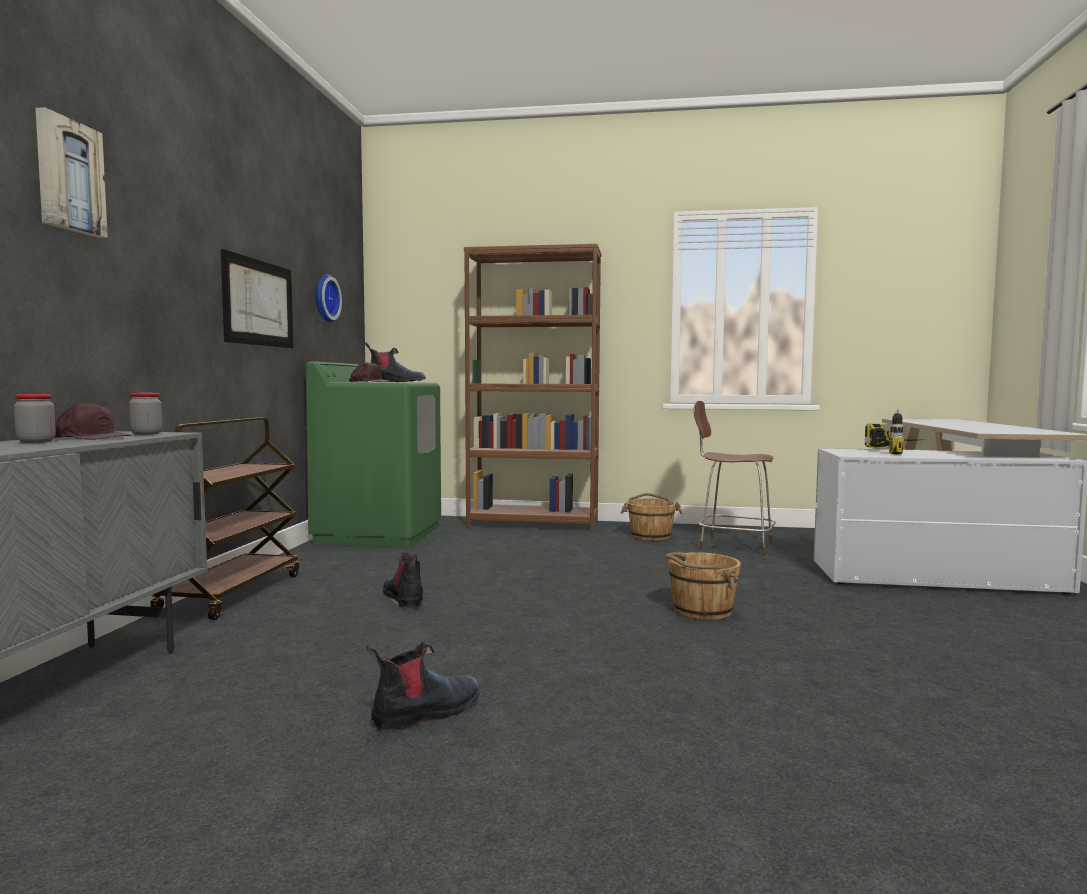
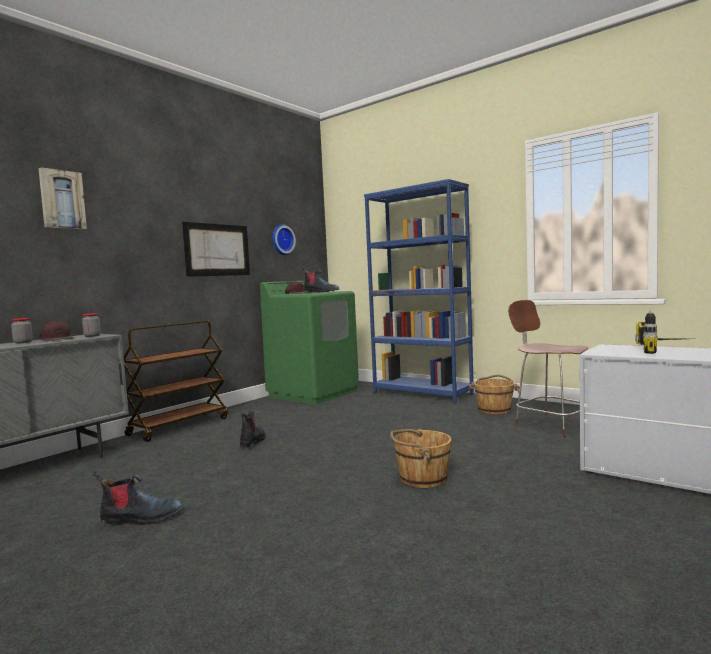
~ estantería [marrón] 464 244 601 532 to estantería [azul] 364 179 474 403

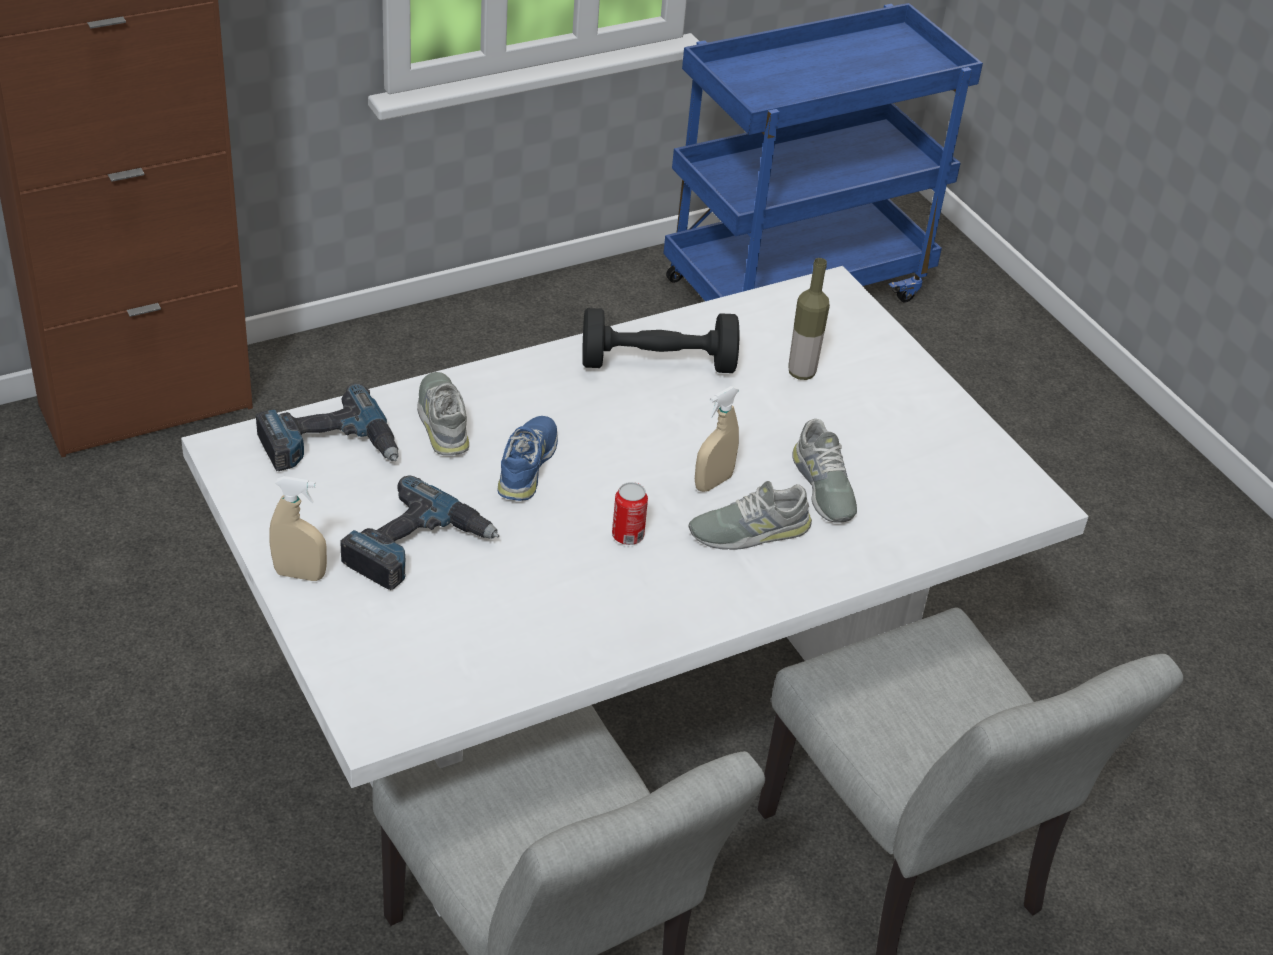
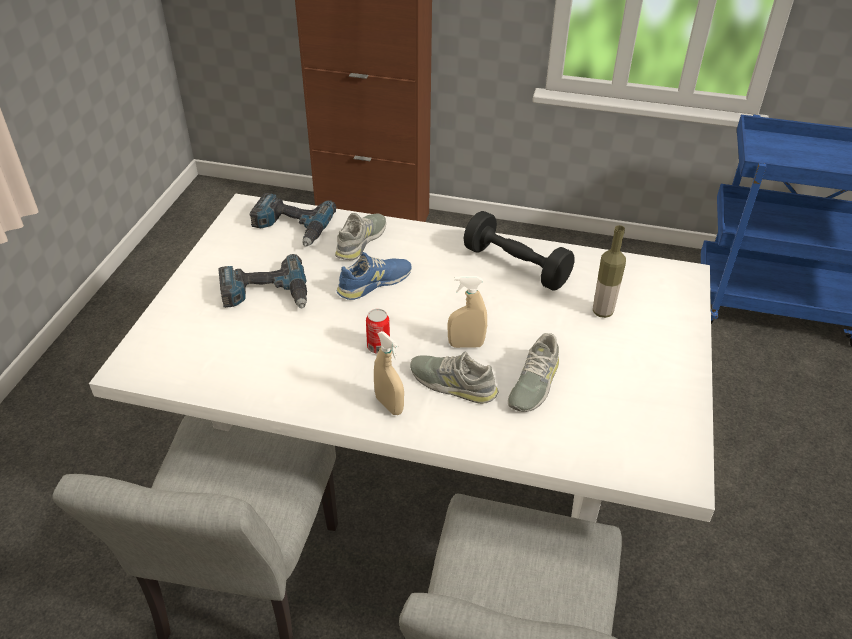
~ pulverizador [beis] 269 476 327 581 to 374 331 404 415

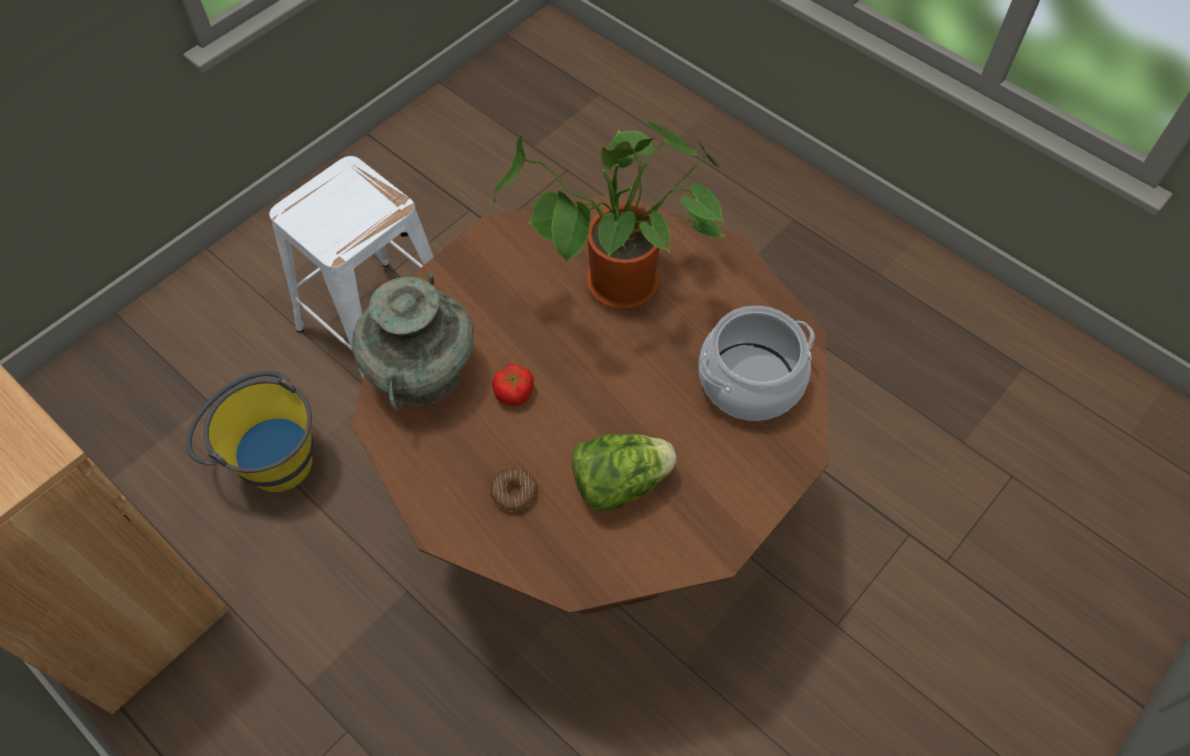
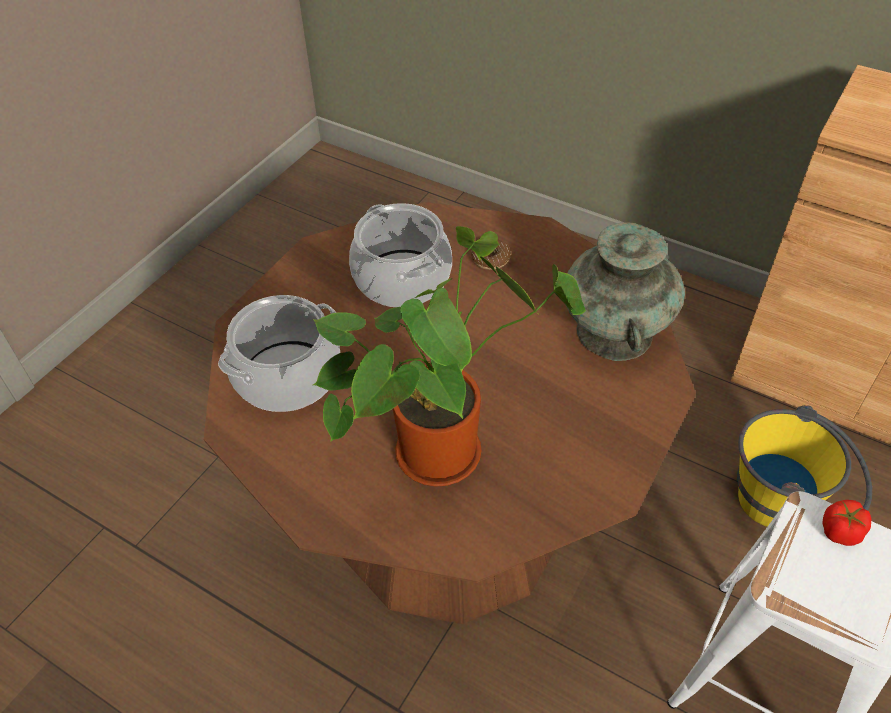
~ tomate 492 364 534 406 to 823 500 872 546
~ lechuga 572 434 677 511 to olla 349 203 452 307

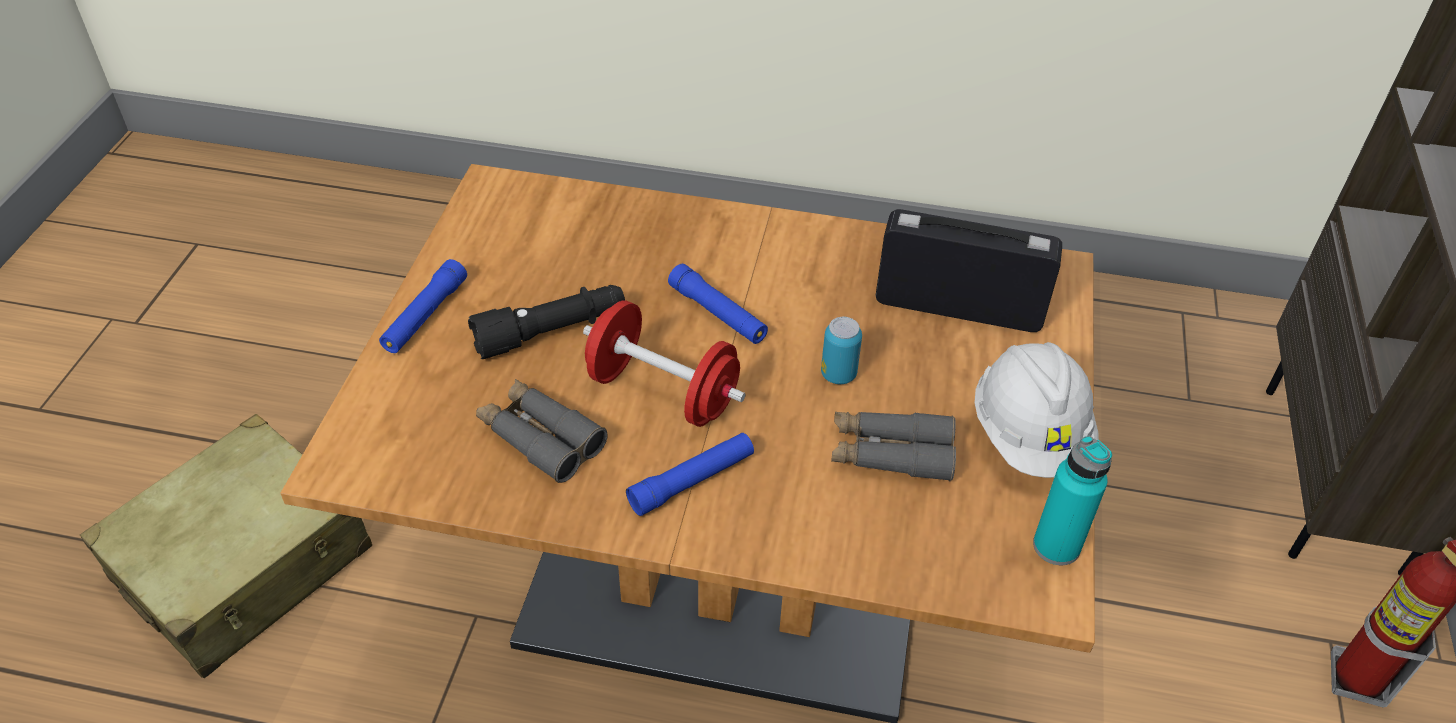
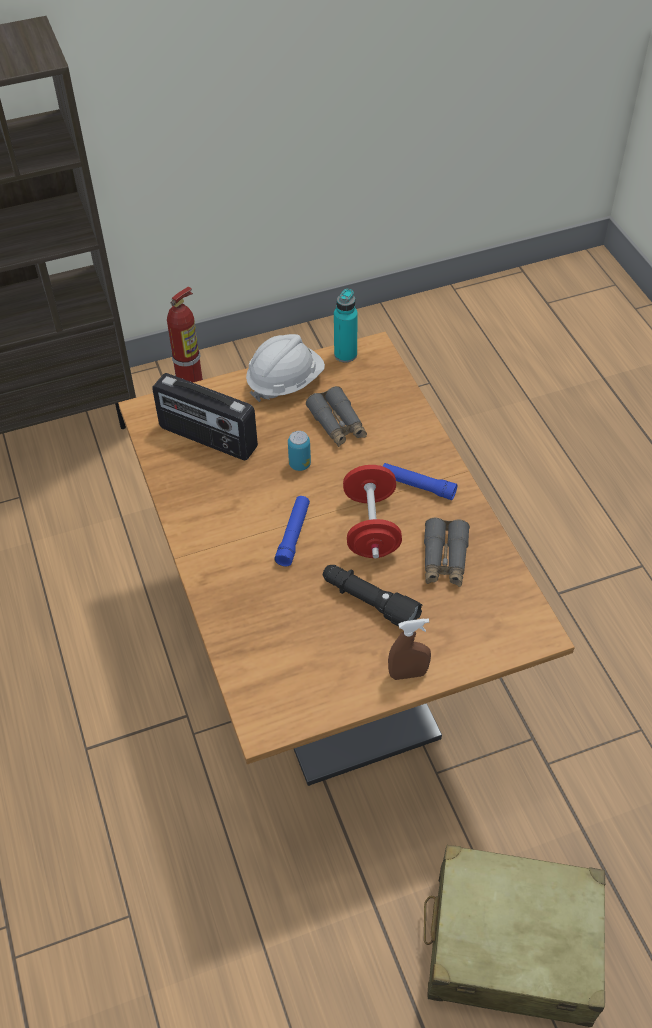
~ radio 876 209 1062 332 = 152 373 258 460 45 degrees counterclockwise
~ linterna [azul] 379 259 467 353 to pulverizador [marrón] 388 618 431 680

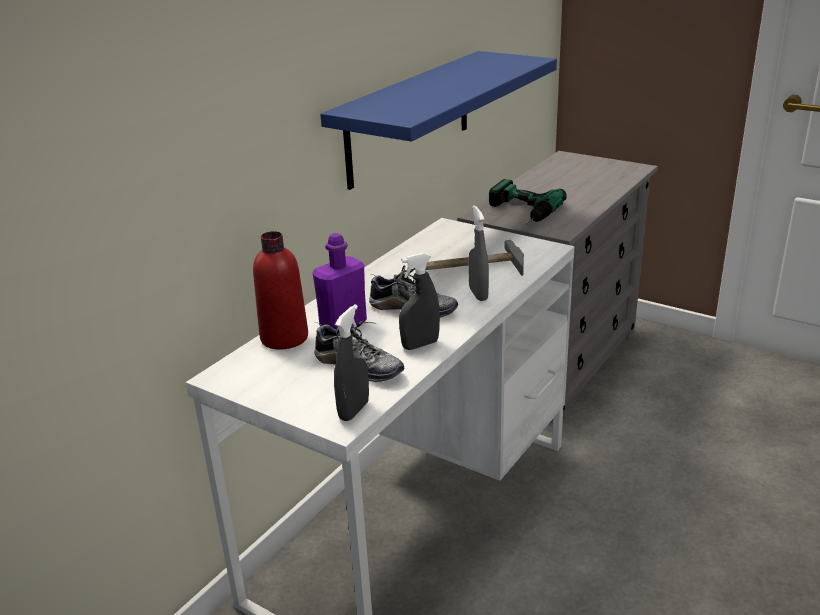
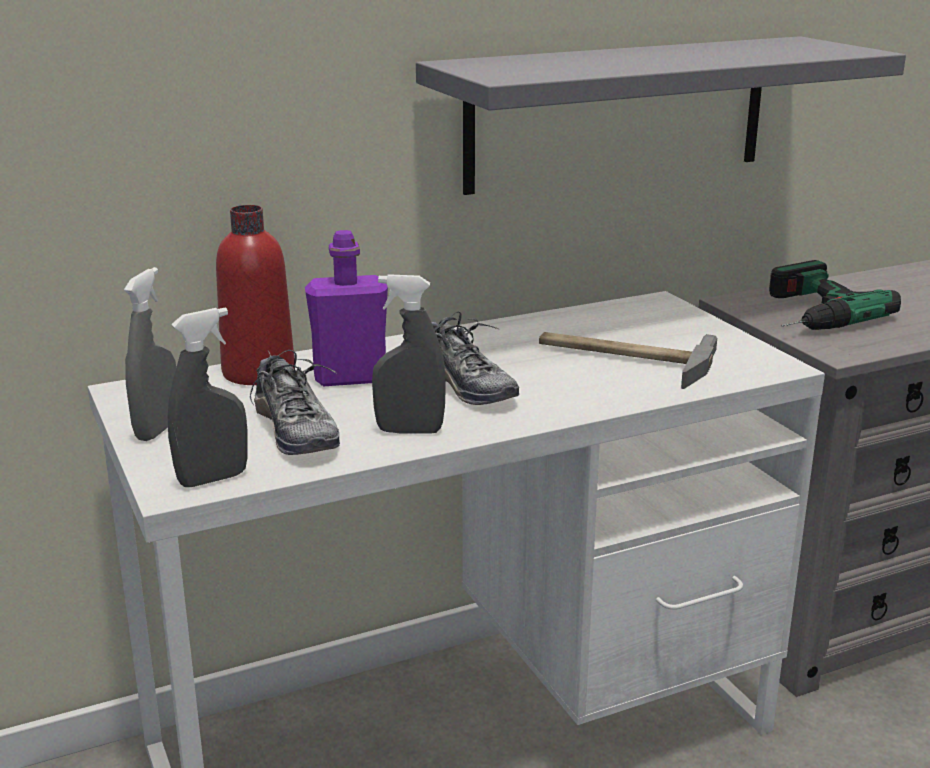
~ estante [azul] 320 51 557 190 to estante [gris] 416 36 906 195
~ pulverizador [gris] 468 205 489 301 to 124 267 176 441

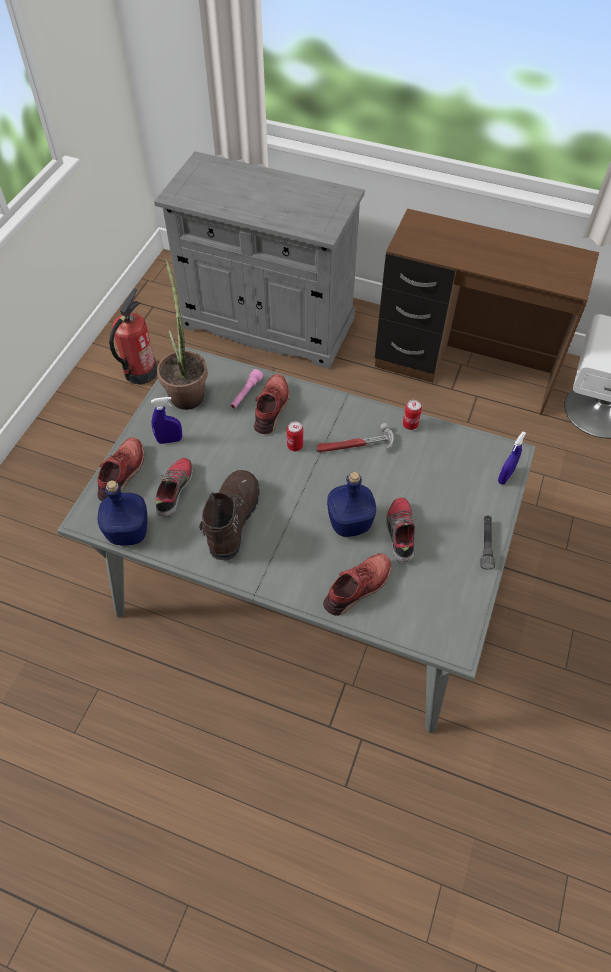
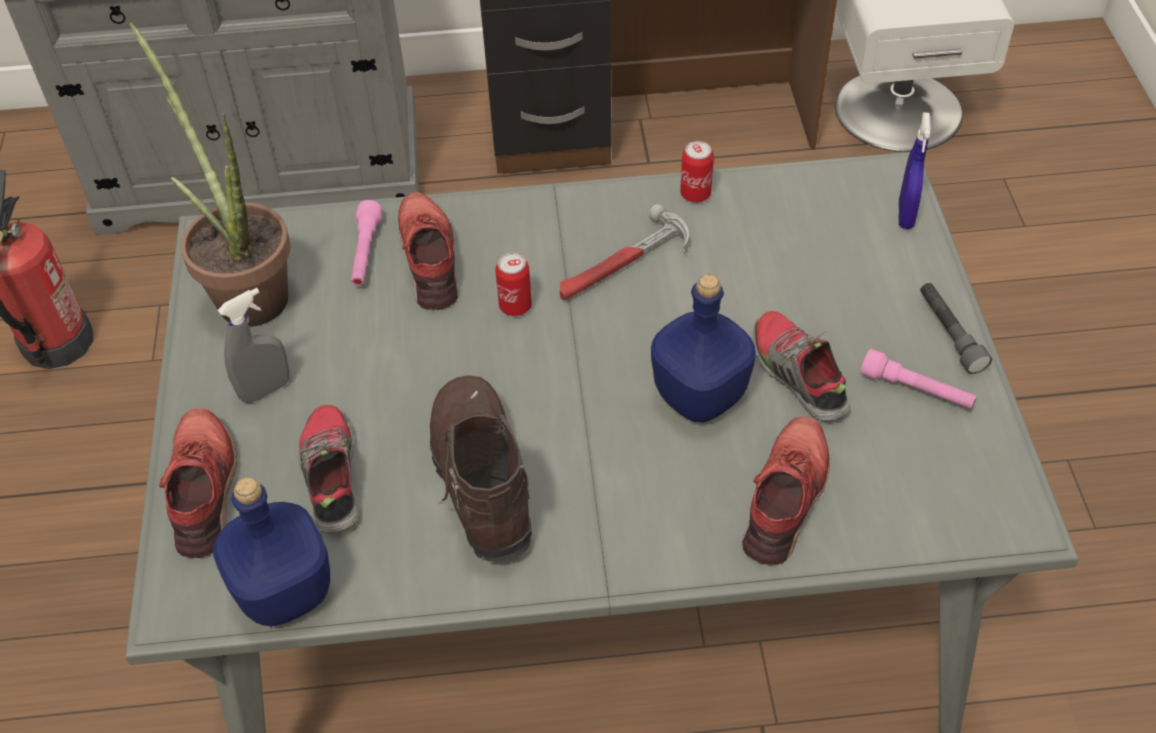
~ pulverizador [azul] 151 397 182 444 to pulverizador [gris] 218 288 289 403
+ linterna [rosa] 860 349 977 409

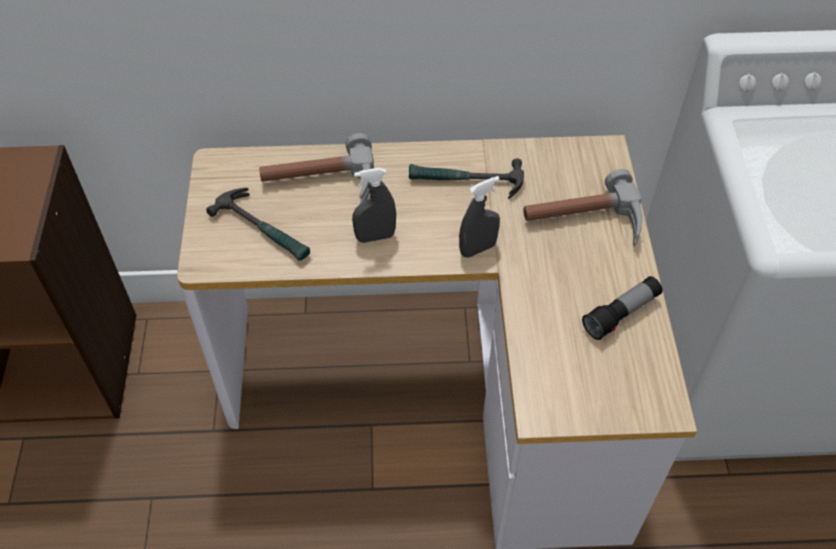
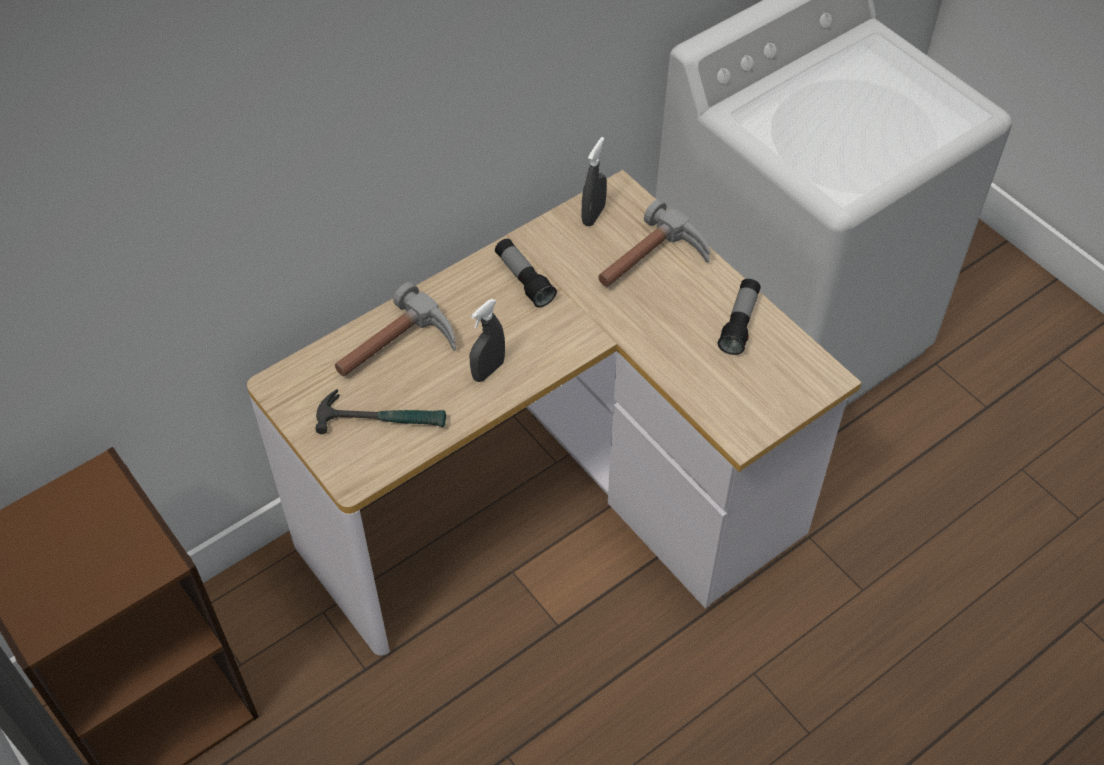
~ martillo 409 158 524 199 to linterna 495 239 557 308
~ pulverizador [gris] 459 176 500 258 to 581 137 607 226

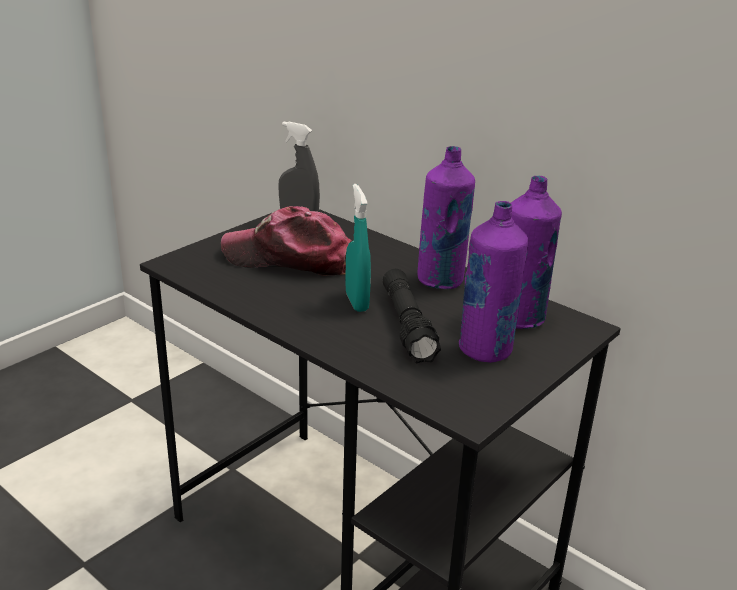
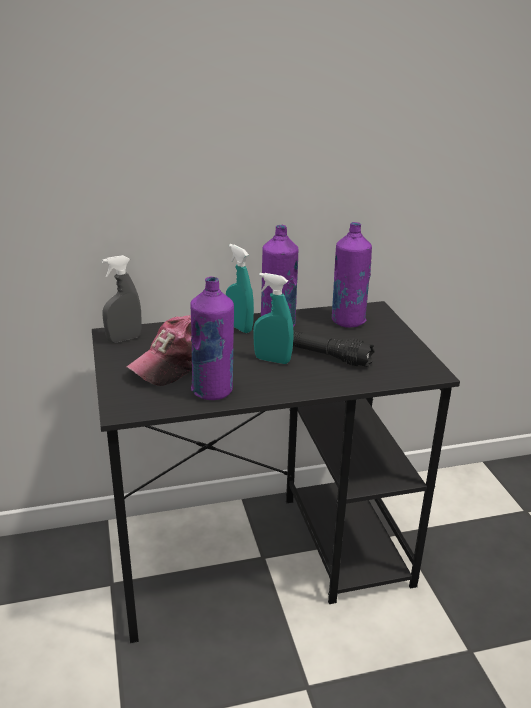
~ botella [morado] 459 201 528 363 to 190 276 234 400
+ pulverizador [turquesa] 226 244 254 333

